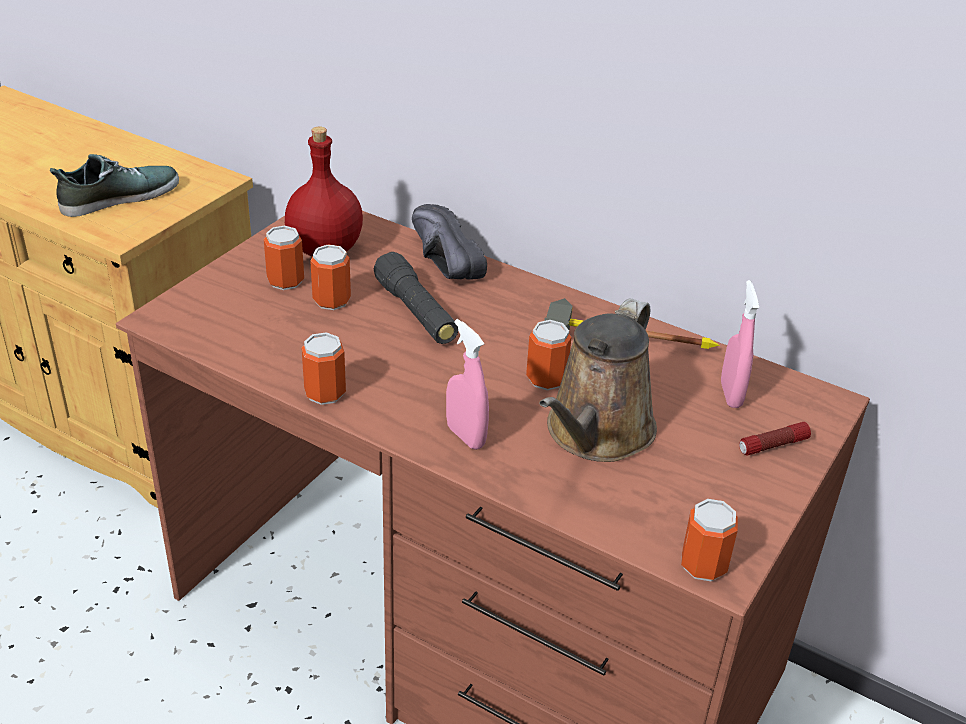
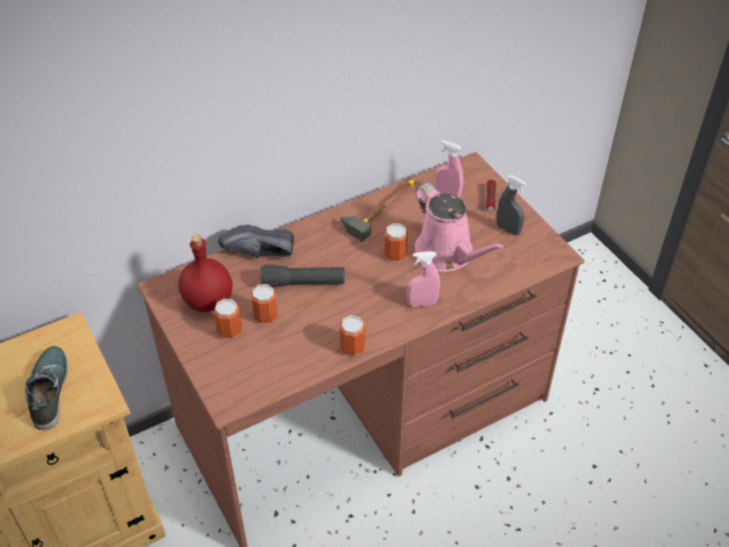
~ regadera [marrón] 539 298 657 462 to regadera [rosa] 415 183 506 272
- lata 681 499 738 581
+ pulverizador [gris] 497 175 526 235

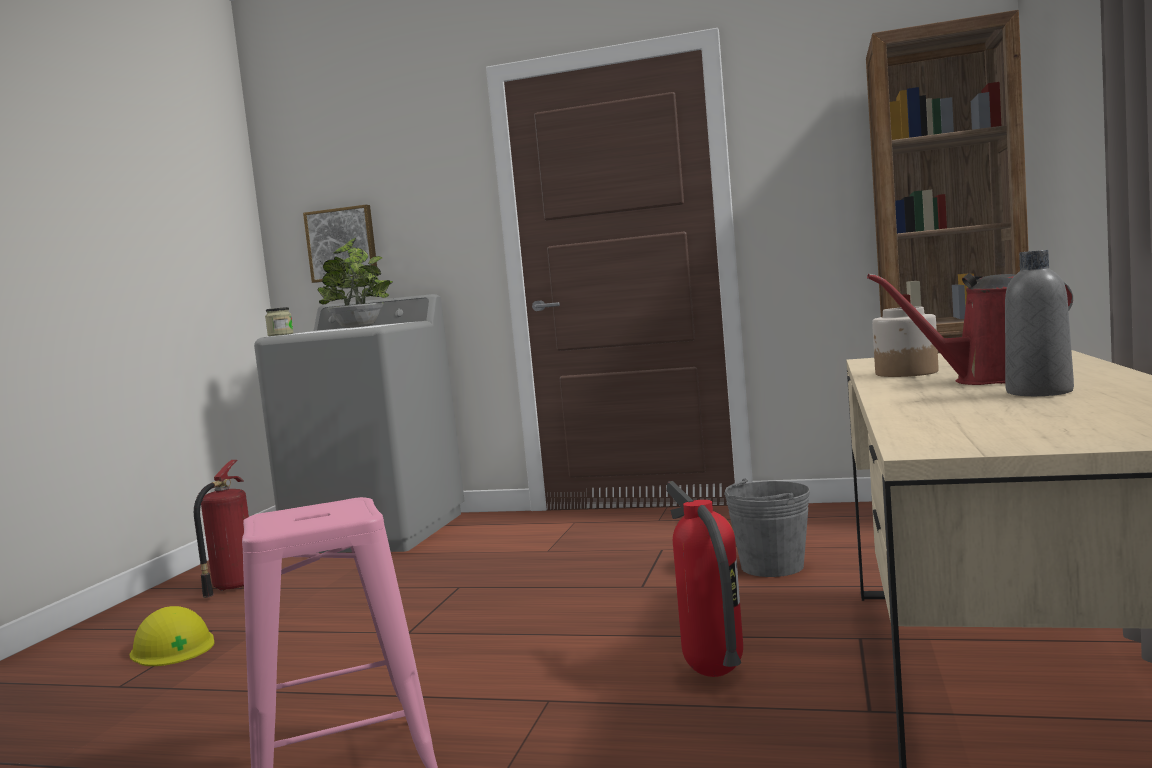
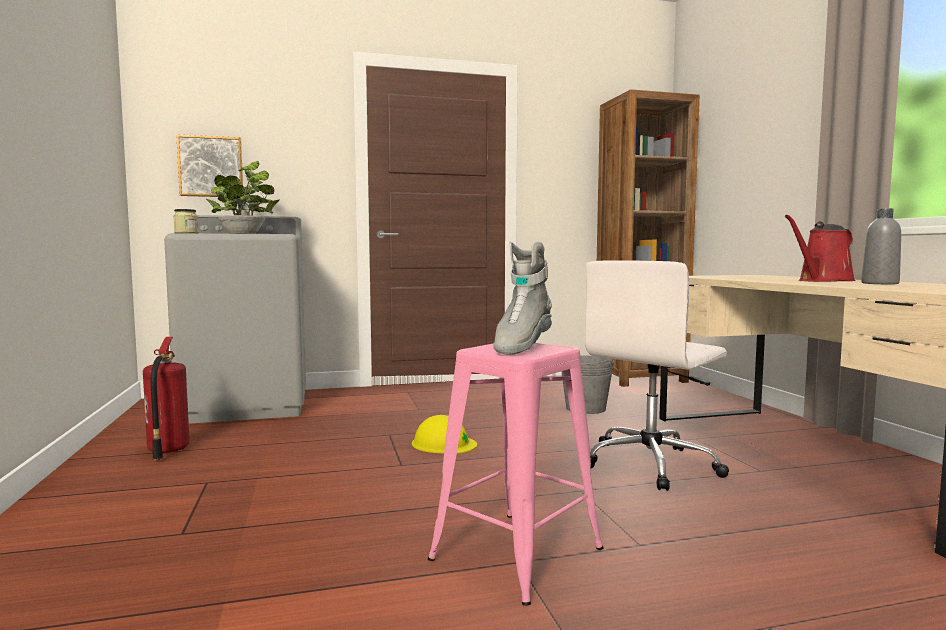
- tarro 872 307 938 377
~ extintor 666 481 743 677 to silla de oficina [blanco] 585 260 729 491
~ casco [amarillo] 129 606 215 666 to 412 415 477 454
+ bota [gris] 493 241 552 355

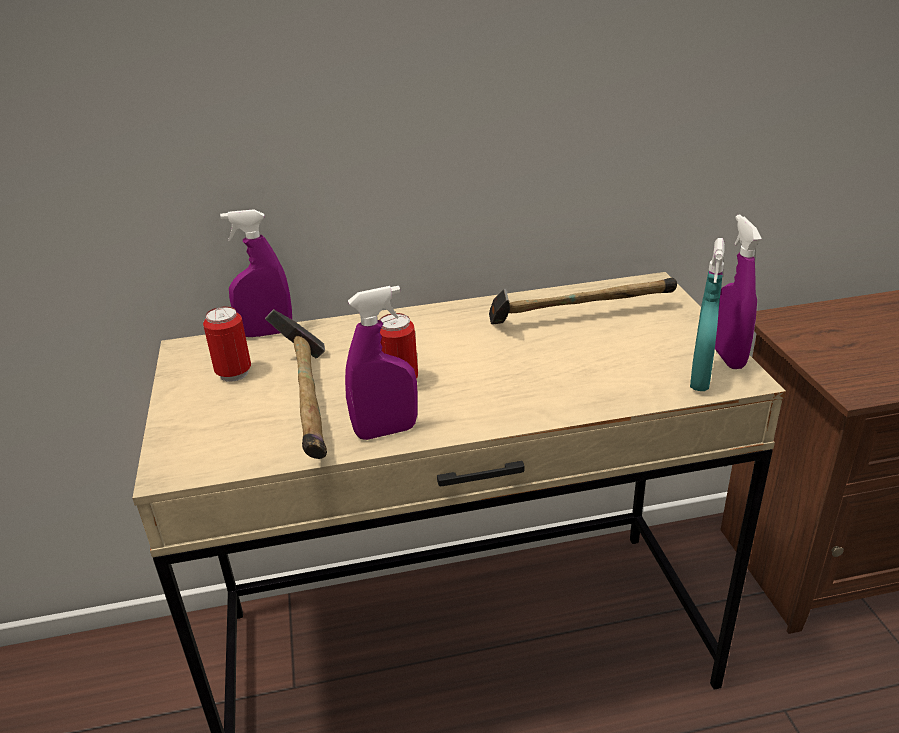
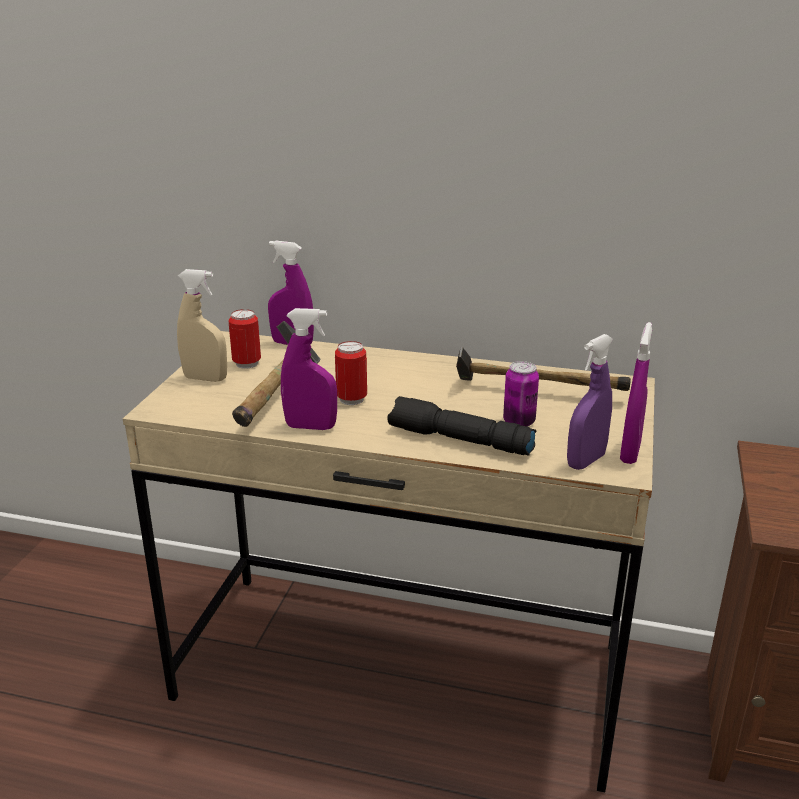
~ pulverizador [turquesa] 690 238 725 391 to pulverizador [morado] 567 334 613 470
+ pulverizador [beis] 177 269 227 382
+ lata 503 361 539 427
+ linterna [negro] 387 396 536 456

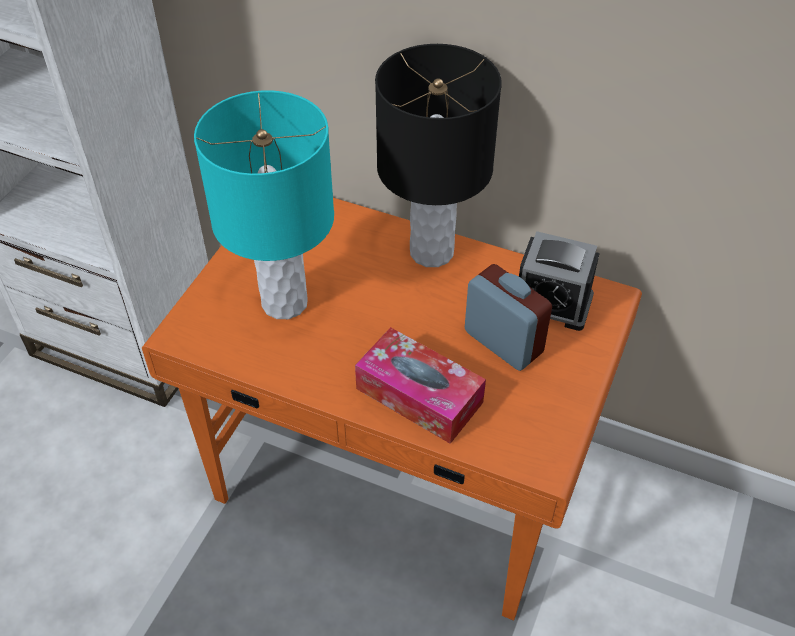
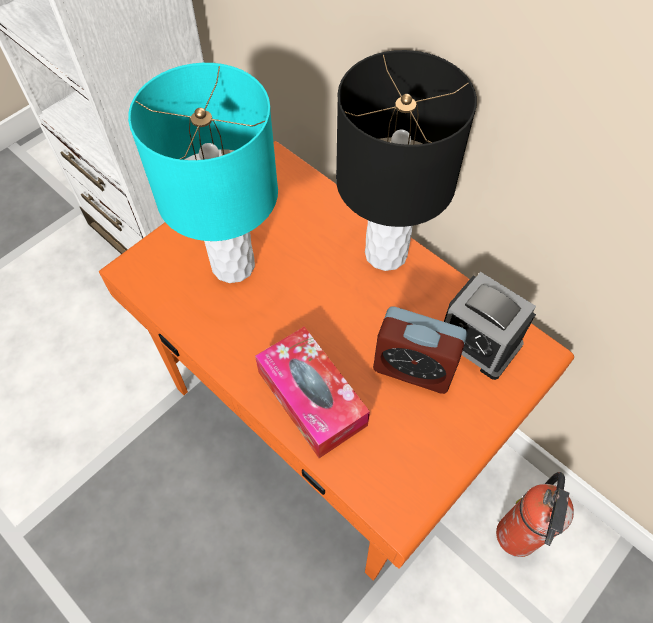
~ despertador 465 264 552 371 = 373 306 468 394 135 degrees clockwise
+ extintor 496 472 574 557

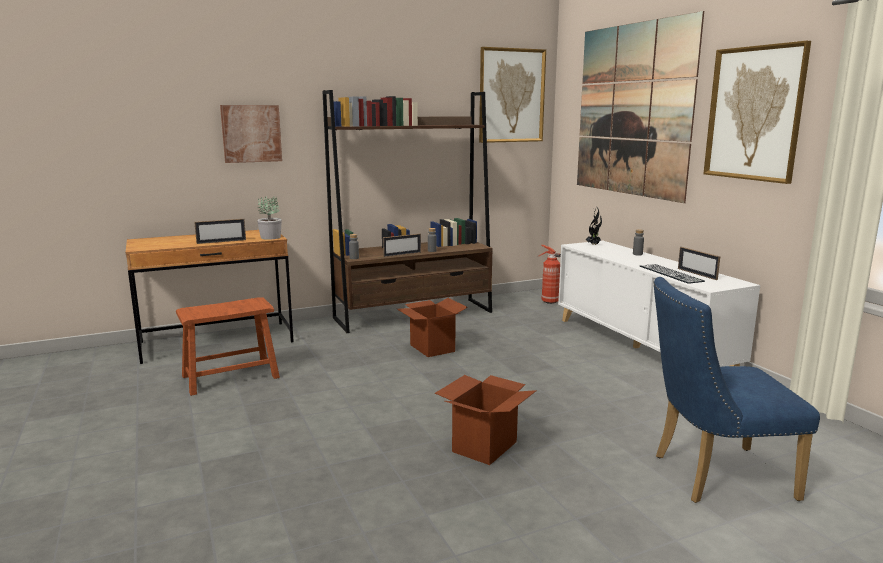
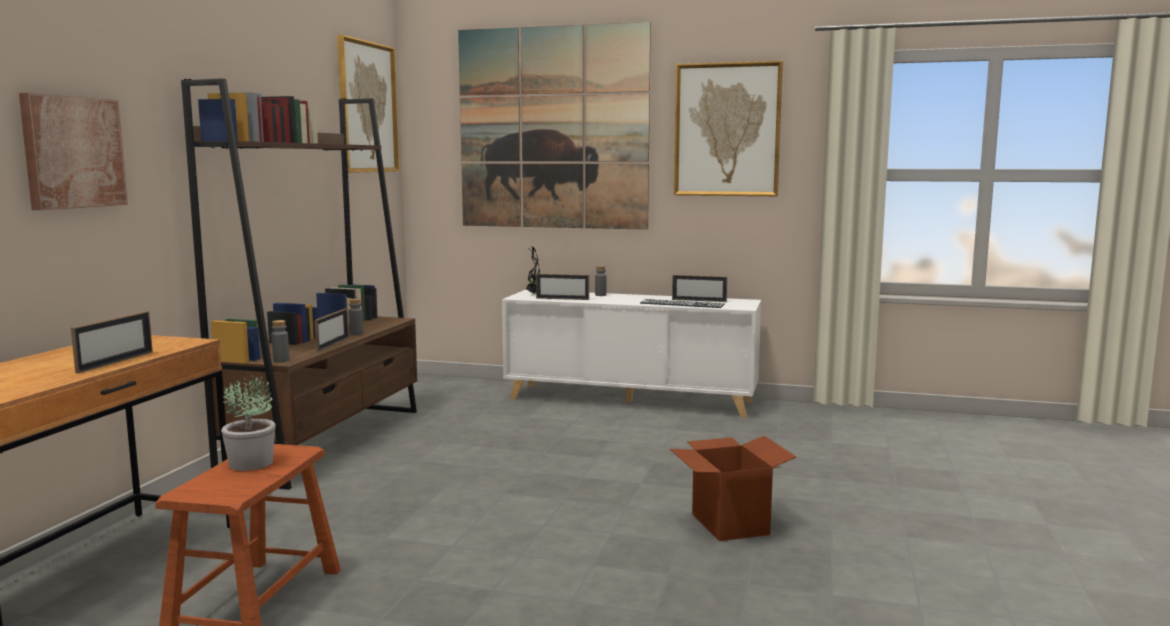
~ planta en maceta 257 196 282 240 to 221 375 276 471
- extintor 538 245 561 304
- silla [azul] 653 277 820 503
- caja de cartón 397 298 468 357
+ portarretratos 536 274 589 300

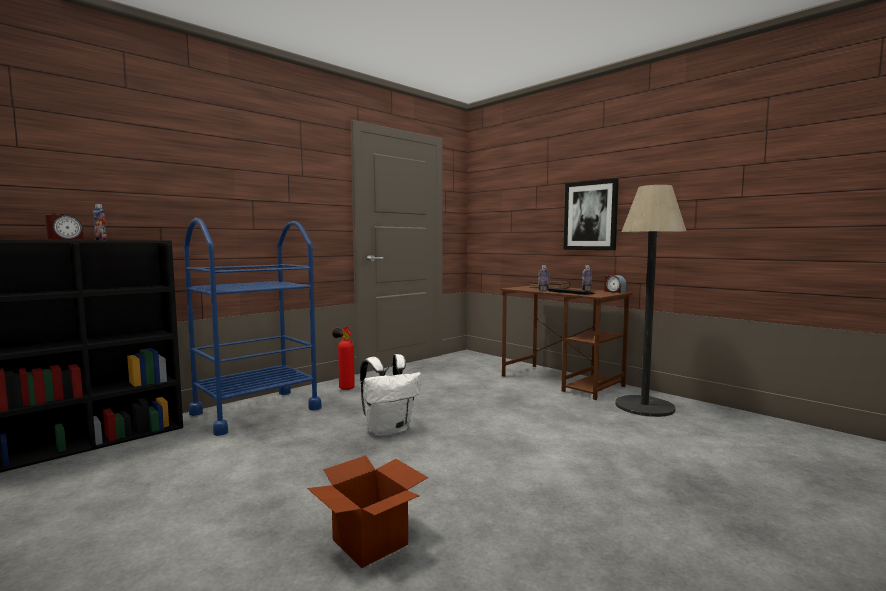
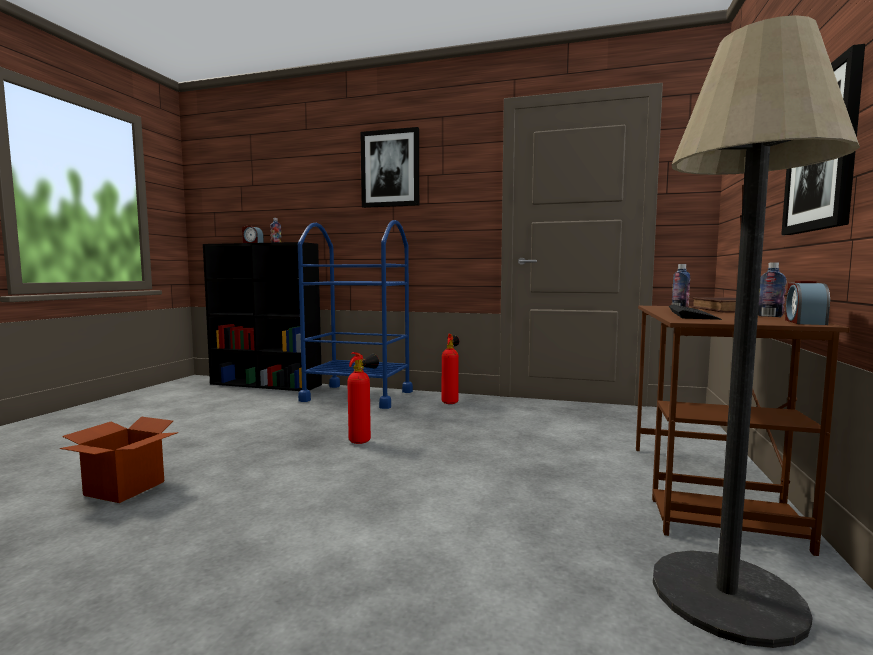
~ mochila [blanco] 360 354 421 436 to extintor 347 352 379 444
+ cuadro 360 127 419 208

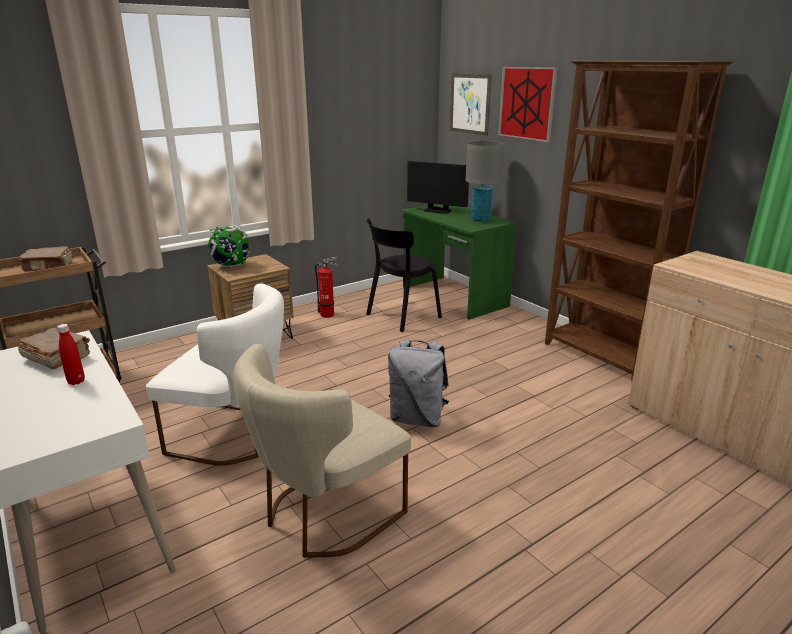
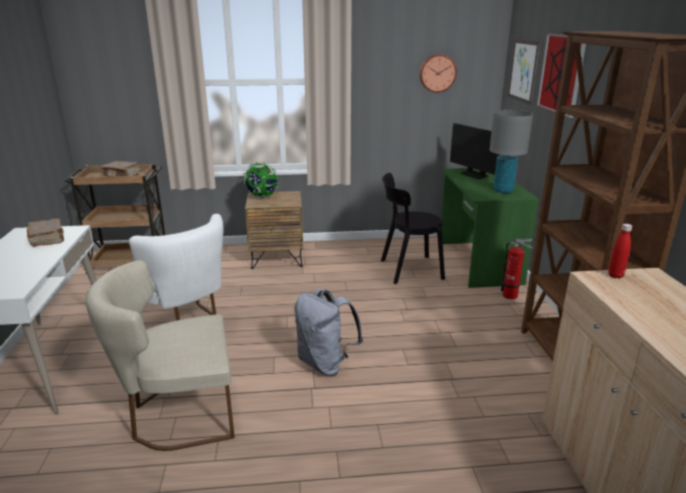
~ extintor 315 257 339 318 to 501 239 532 299
~ botella [rojo] 57 324 85 385 to 608 224 632 279
+ reloj de pared 420 54 457 93

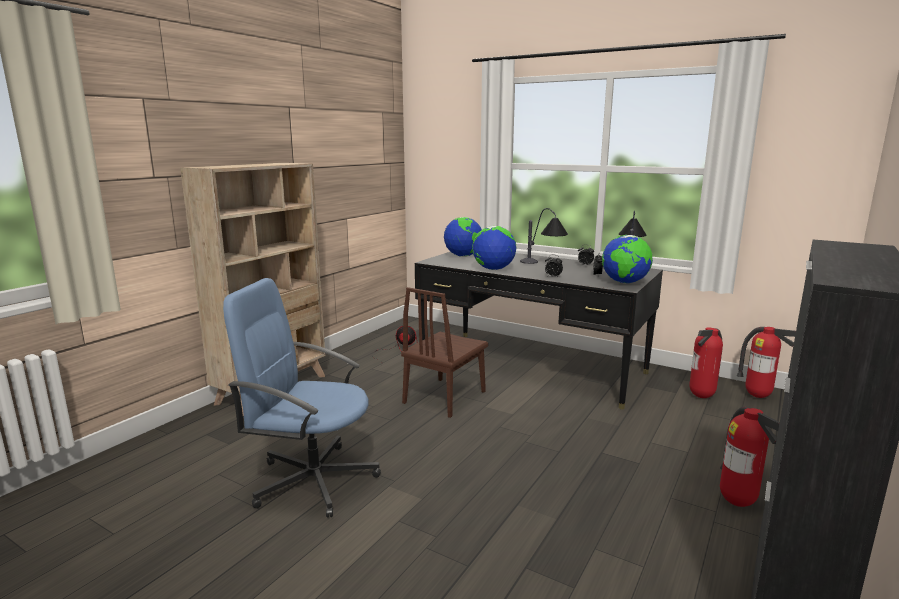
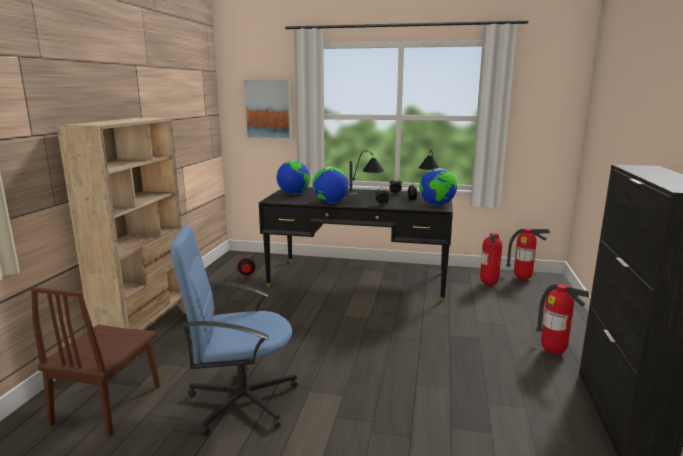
~ silla [marrón] 401 287 488 418 to 31 287 160 437
+ cuadro 243 80 291 139

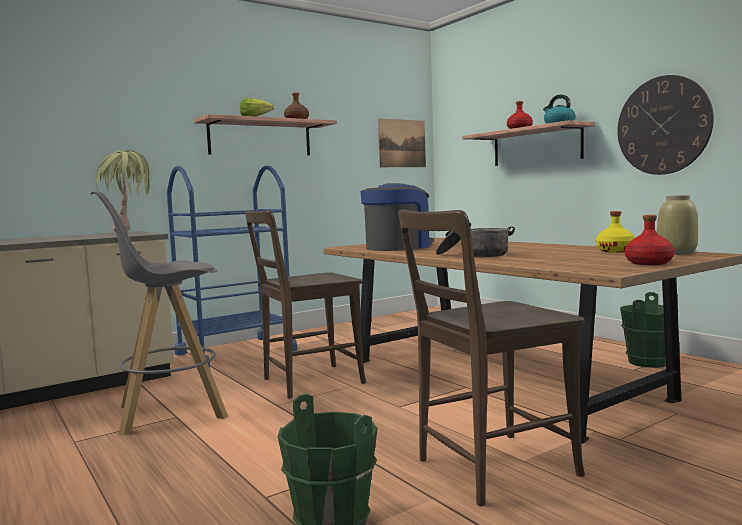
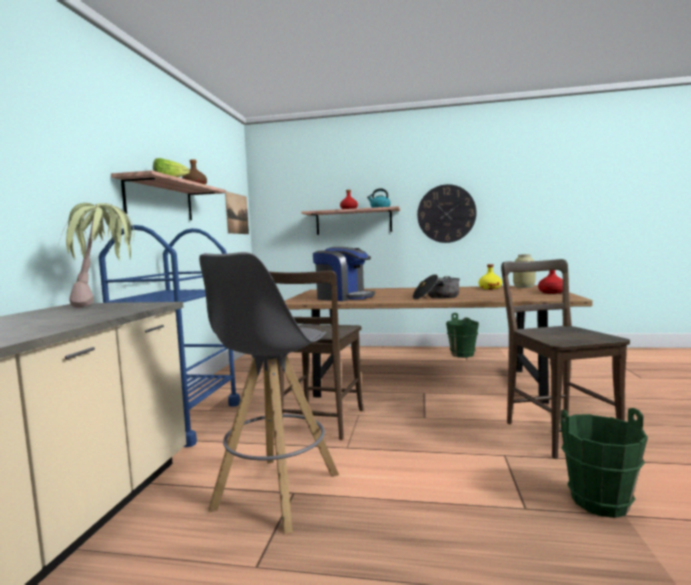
~ cafetera 360 183 434 251 = 313 247 375 301 120 degrees clockwise
~ silla [marrón] 398 209 585 506 = 501 259 630 459 150 degrees clockwise

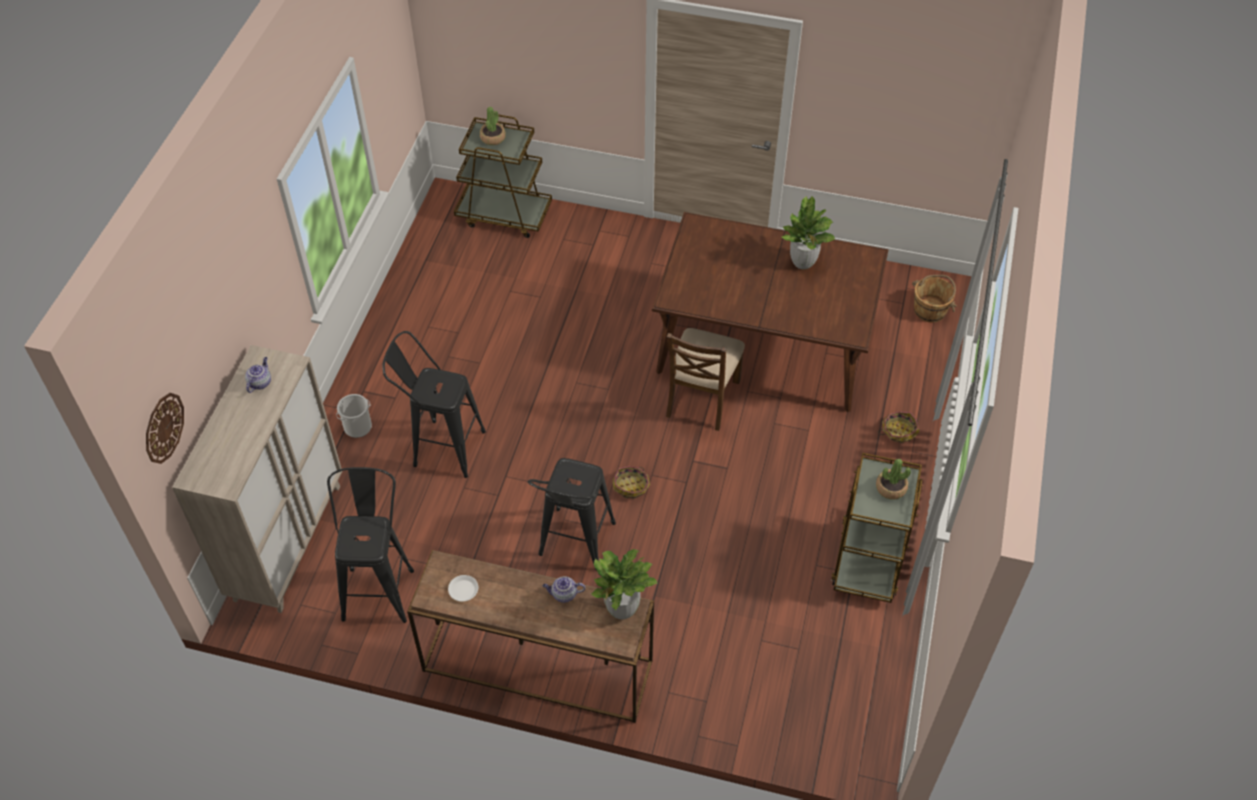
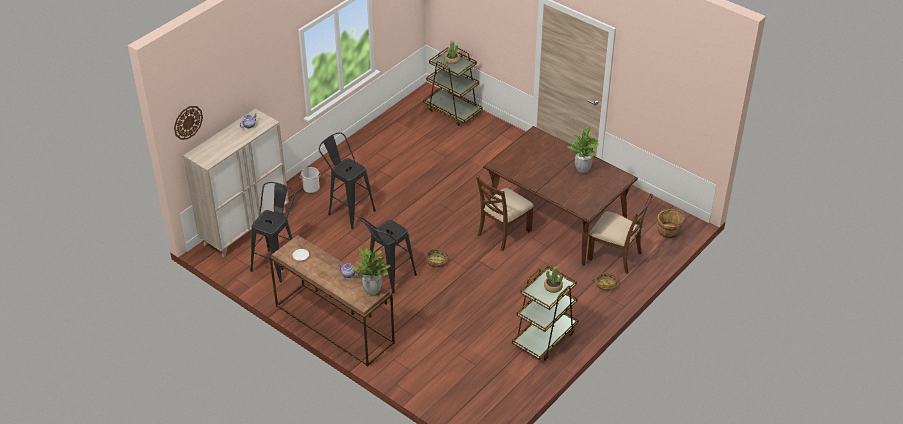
+ silla [marrón] 587 193 653 274

